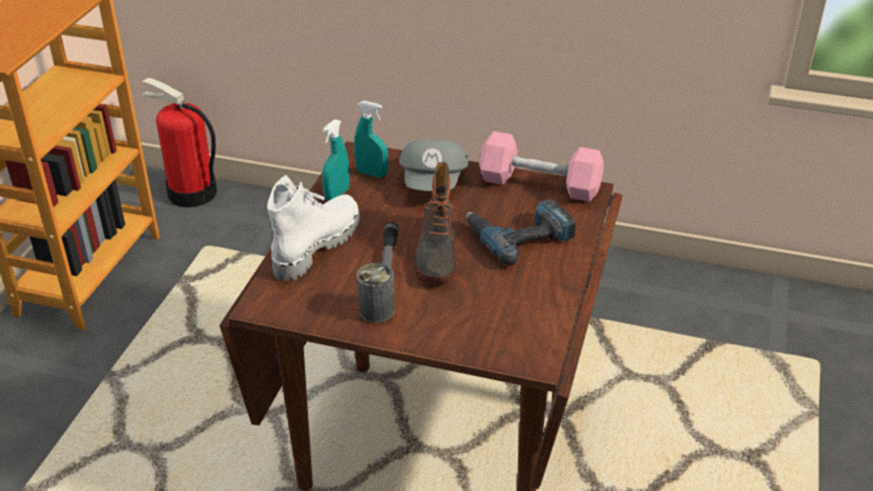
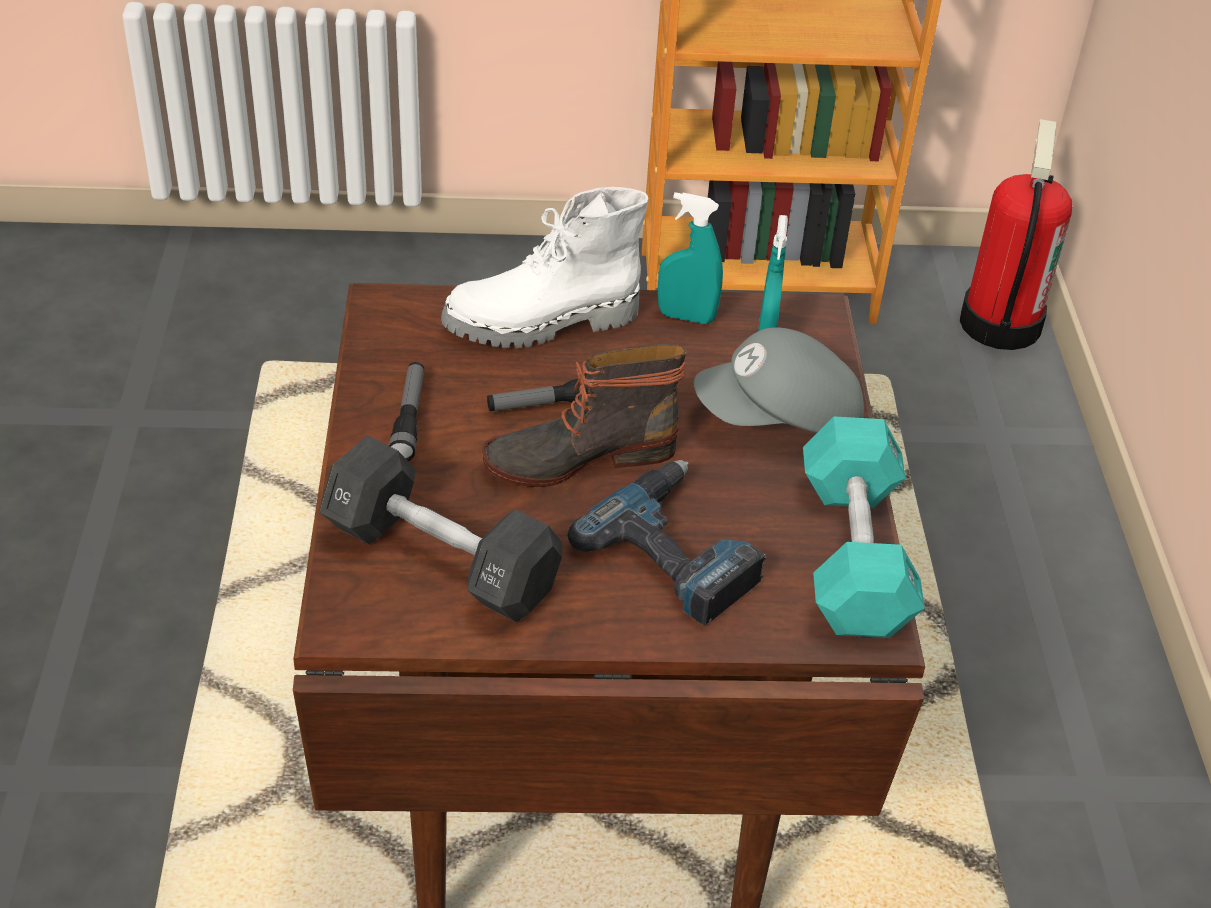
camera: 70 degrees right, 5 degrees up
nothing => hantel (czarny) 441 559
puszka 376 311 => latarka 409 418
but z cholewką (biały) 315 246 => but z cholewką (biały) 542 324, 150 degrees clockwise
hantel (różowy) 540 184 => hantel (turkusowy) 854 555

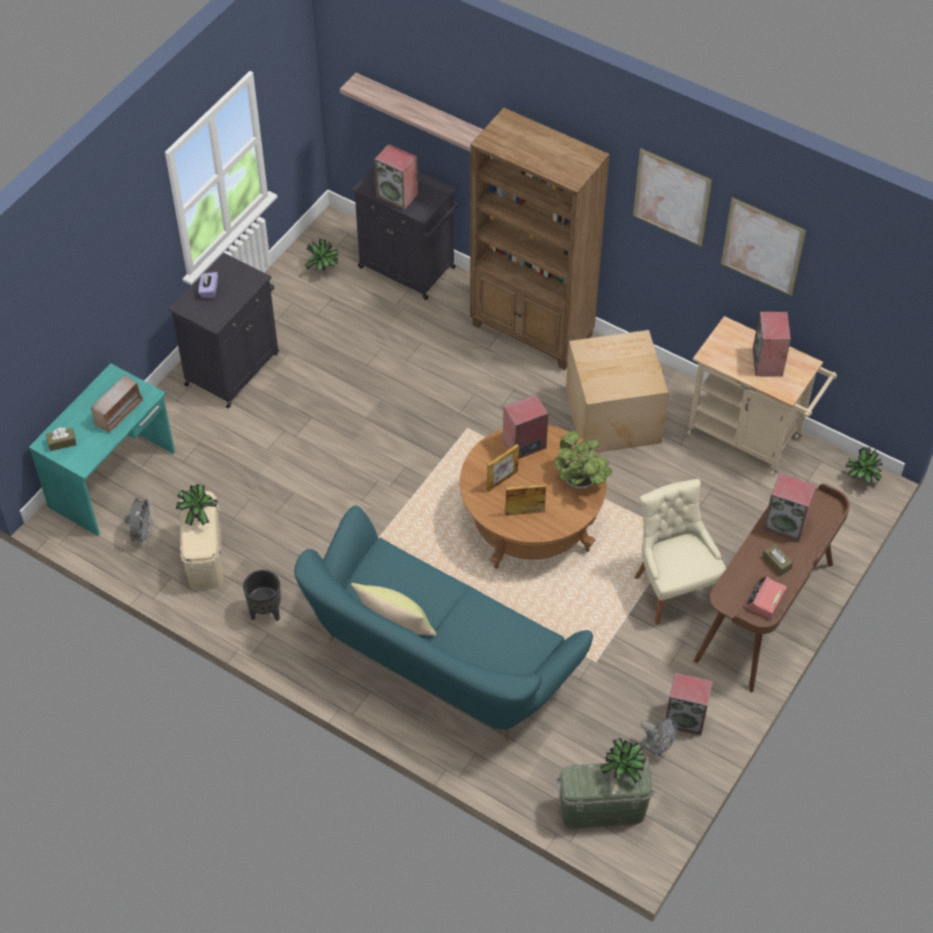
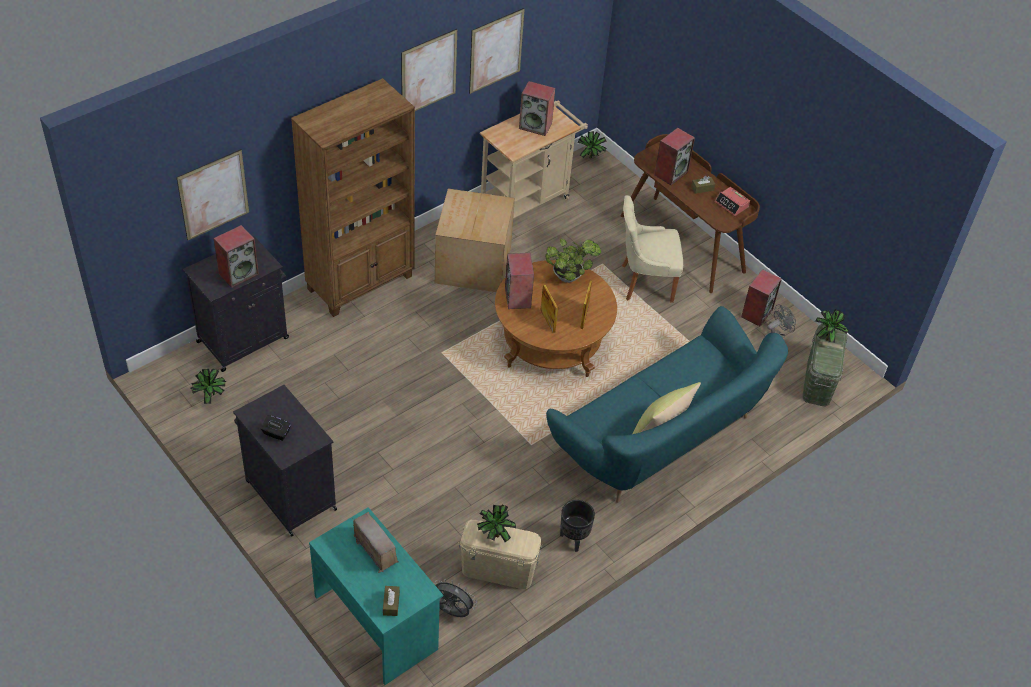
camera: 75 degrees left, 5 degrees down
półka 423 114 => obraz 213 195
pudełko chusteczek (fioletowy) 209 290 => pudełko chusteczek (czarny) 276 433

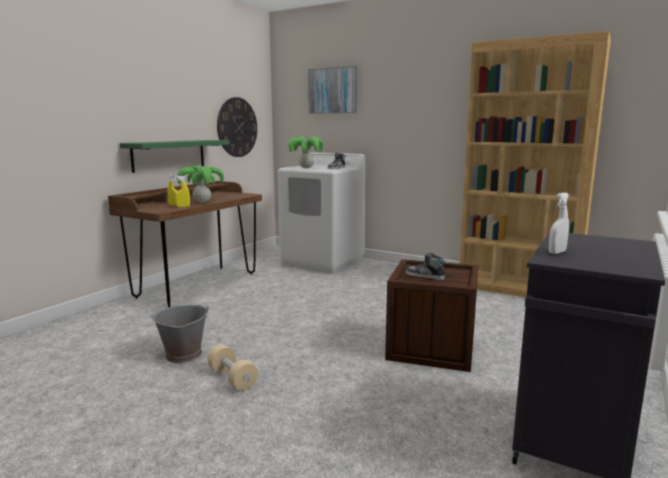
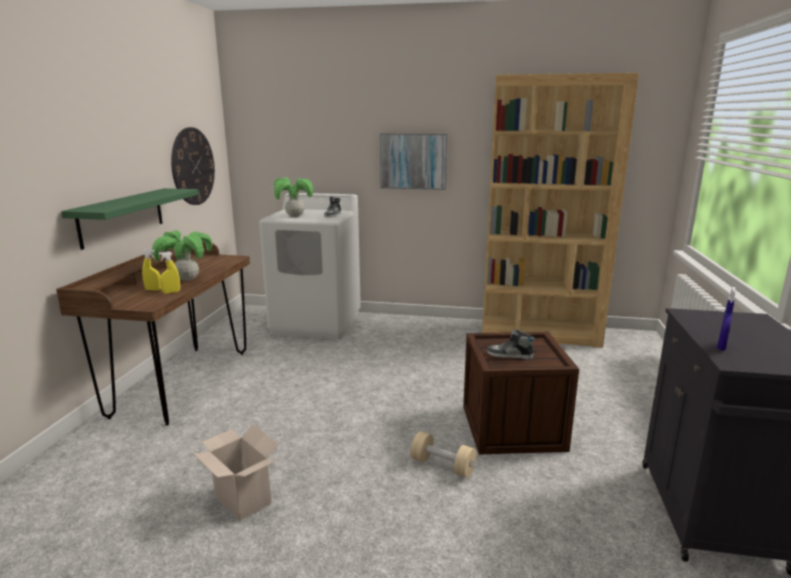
camera: 20 degrees left, 5 degrees up
wiadro (szary) 183 354 => karton 240 500
obraz 332 90 => obraz 413 161, move
hantel (beżowy) 232 378 => hantel (beżowy) 442 466, move
spryskiwacz (biały) 557 252 => spryskiwacz (niebieski) 721 347

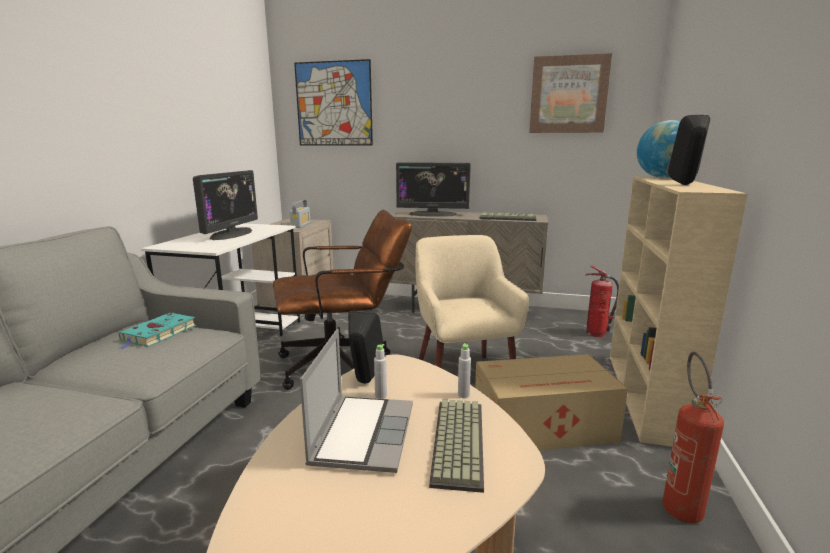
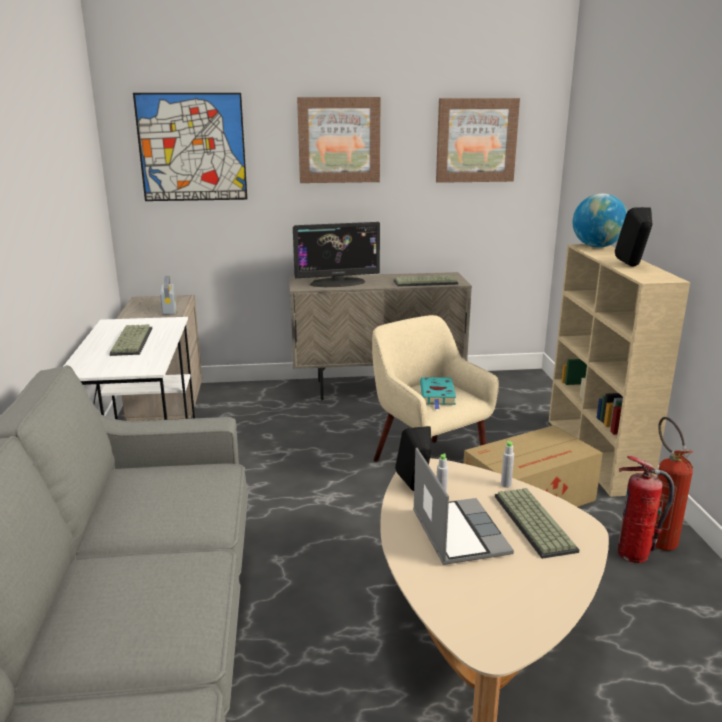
camera: 20 degrees left, 5 degrees up
monitor 231 234 => klawiatura 131 341
nothing => obraz 339 140
książka (turkusowy) 158 334 => książka (turkusowy) 437 395, move
gaśnica 596 333 => gaśnica 633 554, move
krzesło biurowe (brązowy) 343 364 => nothing

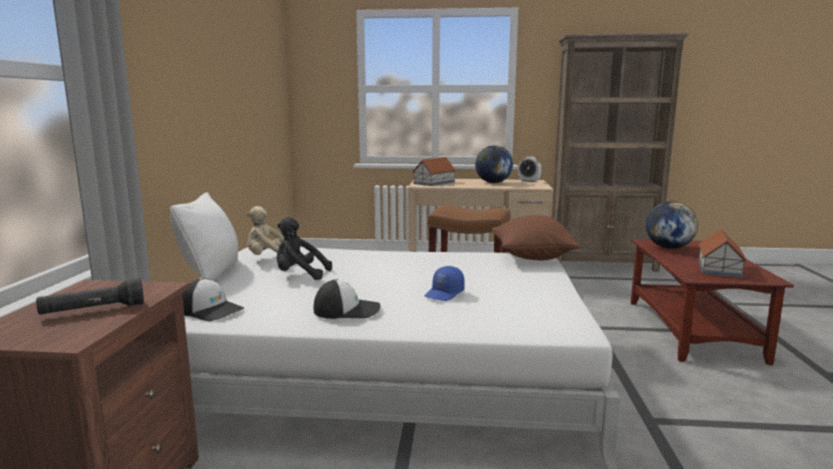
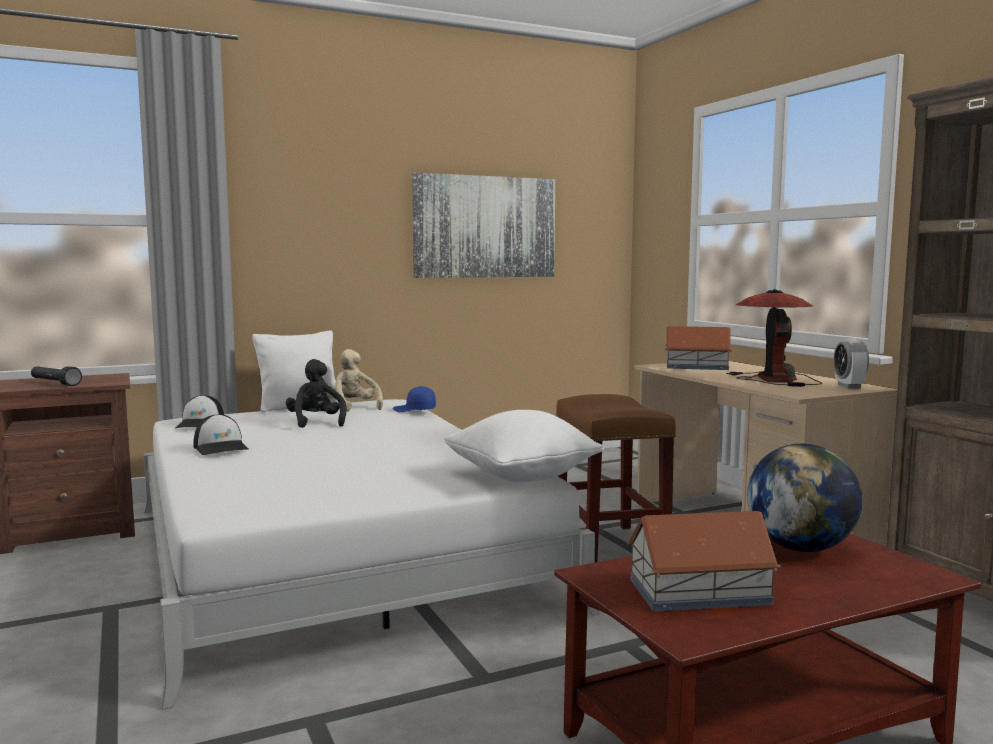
camera: 60 degrees right, 5 degrees down
czapka z daszkiem (niebieski) 445 294 => czapka z daszkiem (niebieski) 414 410, move
nothing => obraz 485 227
poduszka (brązowy) 532 258 => poduszka (biały) 521 476
globus 493 183 => lampa stołowa 775 378

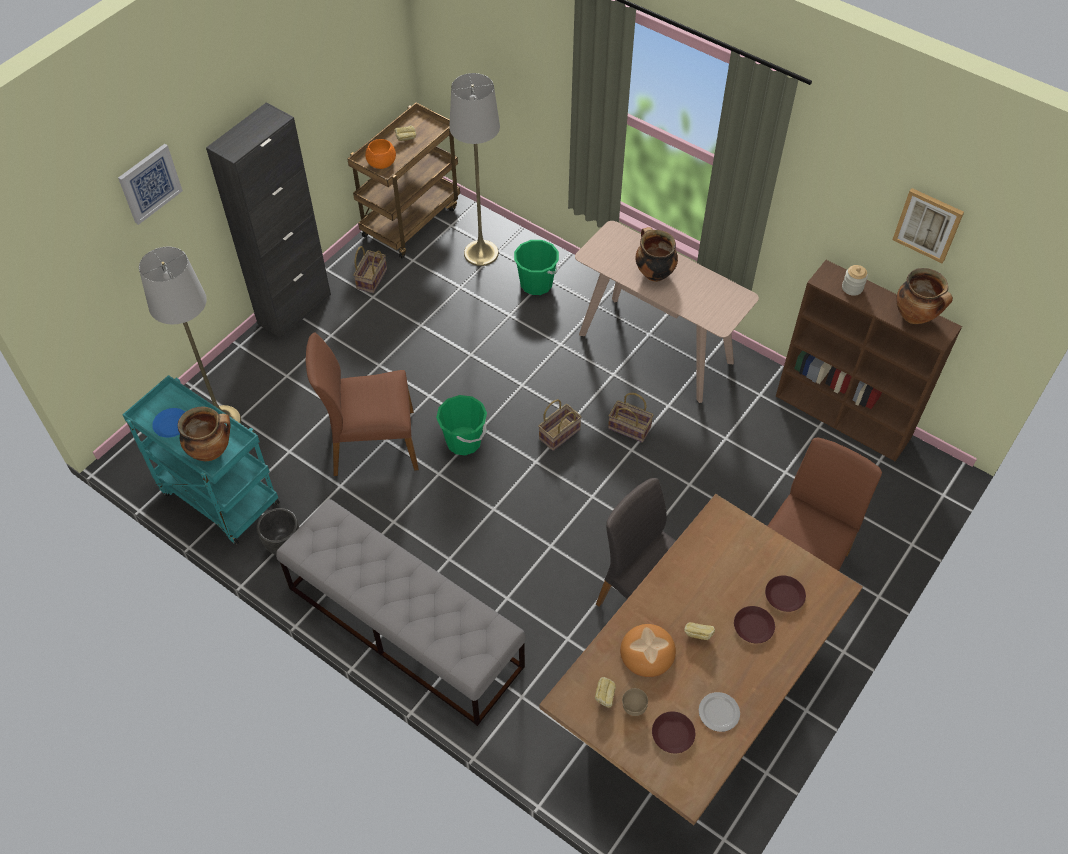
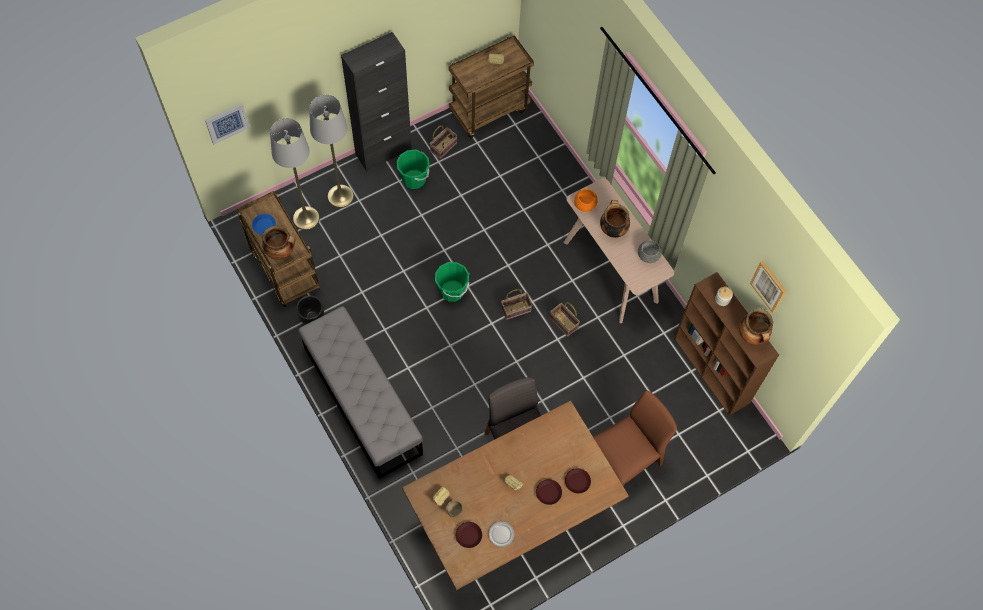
camera: 20 degrees right, 10 degrees up
obraz 149 183 => obraz 226 122, move
wózek (turkusowy) 217 497 => wózek (brązowy) 284 270
lampa stojąca (szary) 481 253 => lampa stojąca (szary) 340 196, move
wiadro (zielony) 536 284 => wiadro (zielony) 414 179, move
miska (pomarańczowy) 381 162 => miska (pomarańczowy) 584 204, move
nothing => miska (szary) 648 255
krzesło (brązowy) 372 443 => nothing
chleb 647 651 => nothing

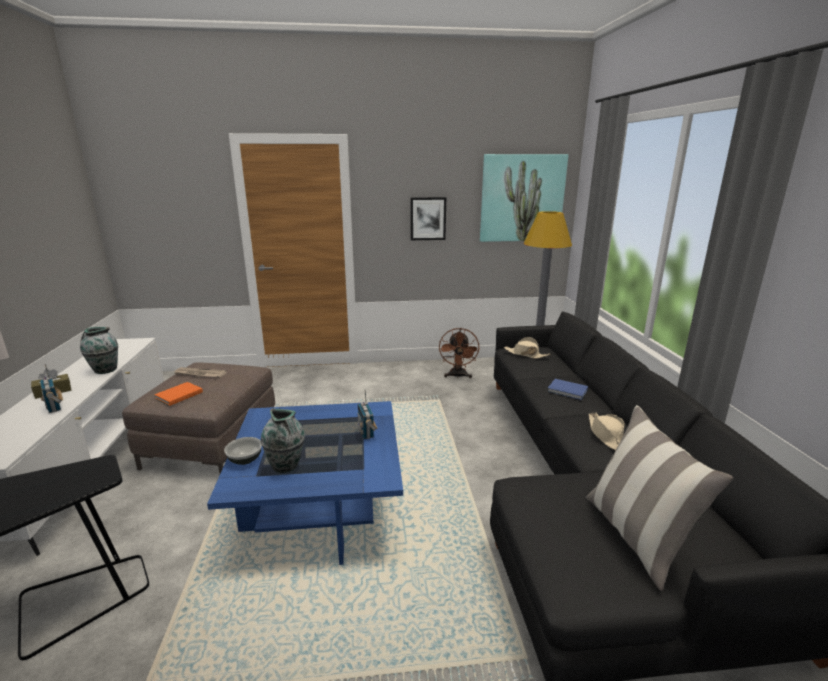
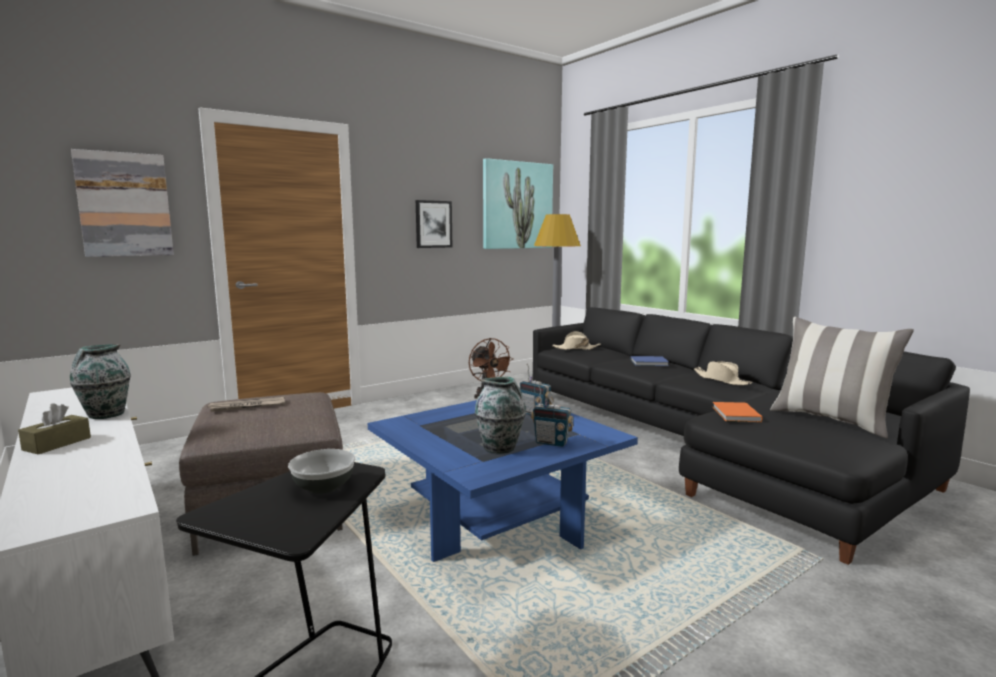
camera: 30 degrees left, 10 degrees down
nothing => obraz 124 205
miska 245 460 => miska 324 486, move
radio 55 408 => radio 551 443, move
książka (pomarańczowy) 178 395 => książka (pomarańczowy) 735 414, move

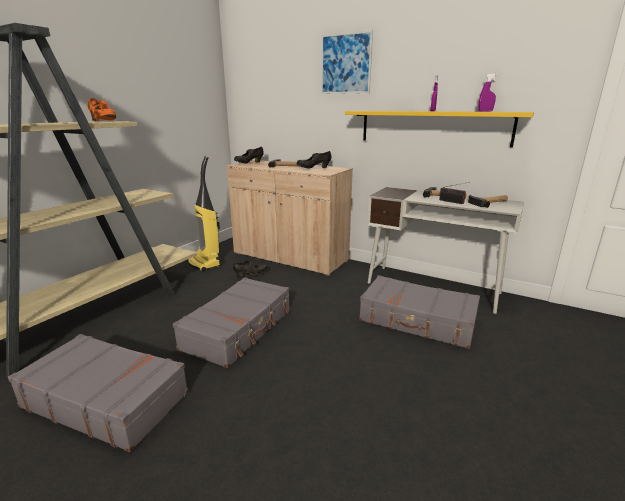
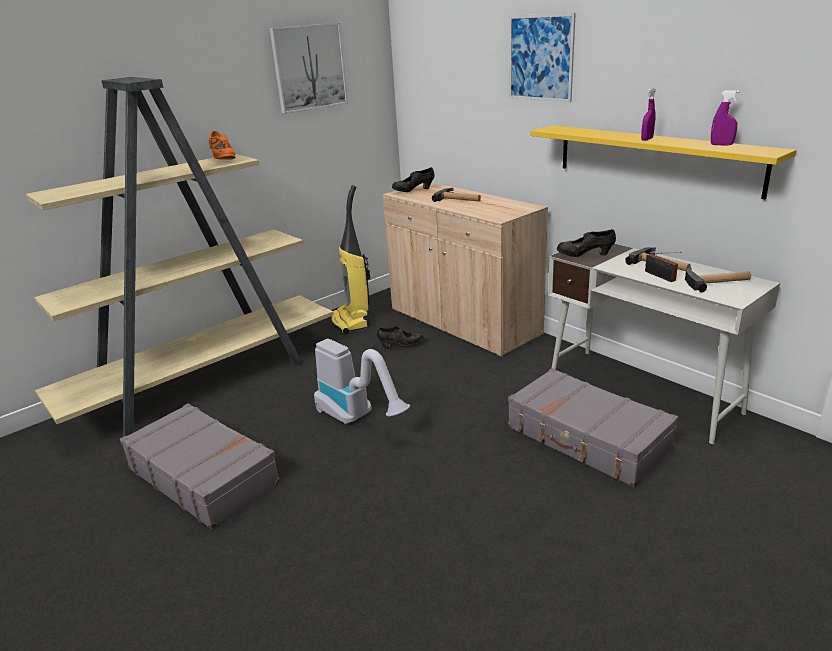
camera: 20 degrees right, 5 degrees up
nothing => obraz 309 67
walizka (szary) 239 329 => odkurzacz 358 418
but (czarny) 313 168 => but (czarny) 585 255, move

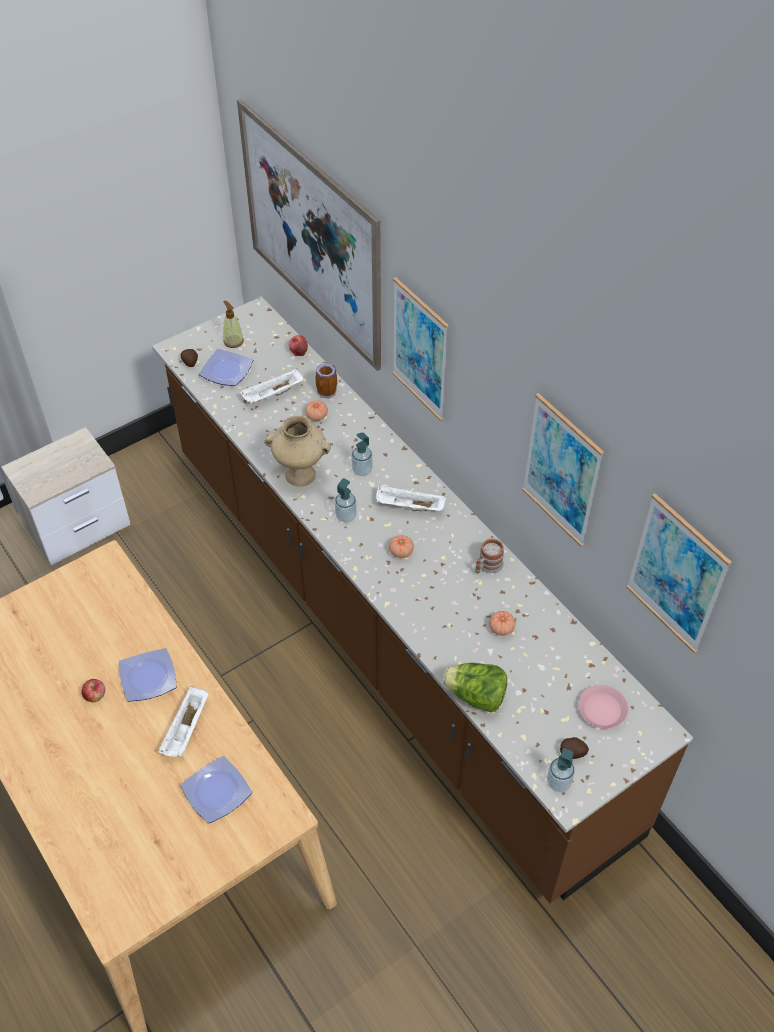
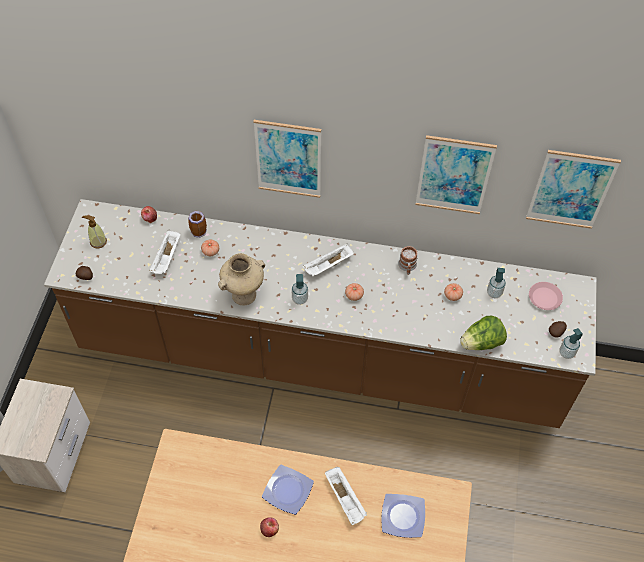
camera: 45 degrees left, 5 degrees up
dozownik mydła 362 470 => dozownik mydła 494 293, move
talerz 227 371 => nothing
obraz 311 235 => nothing

